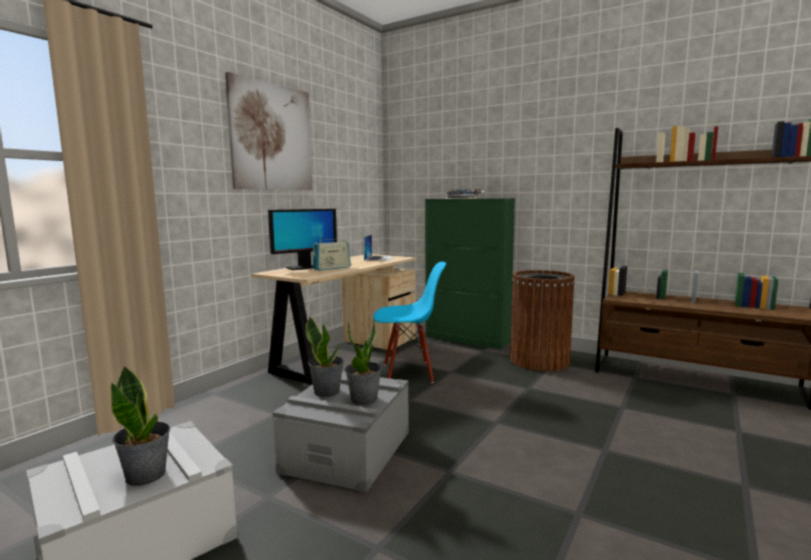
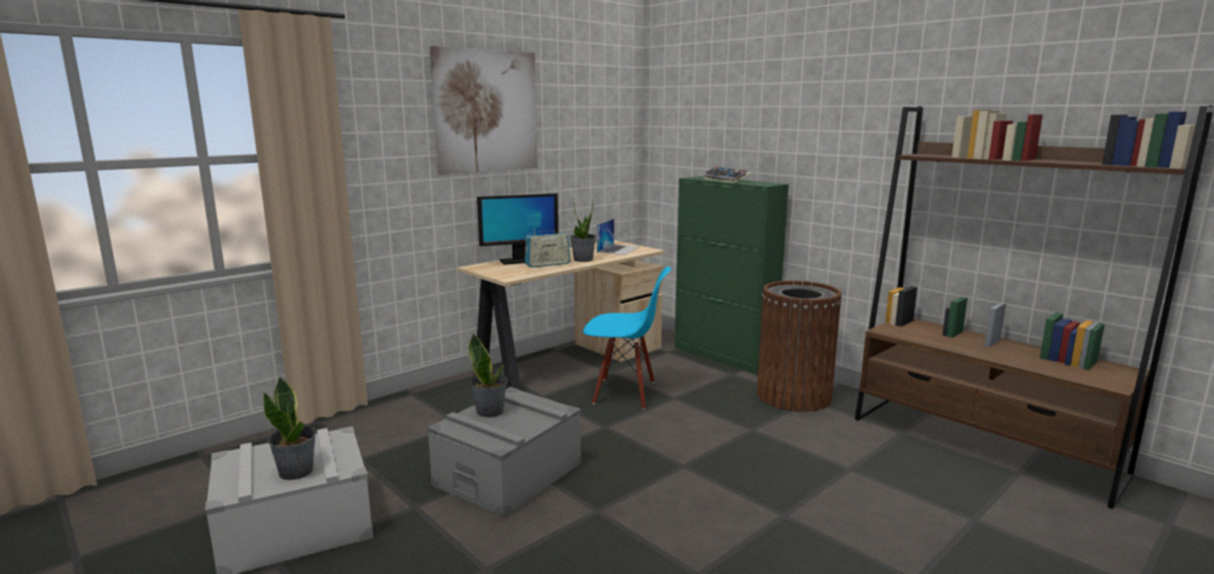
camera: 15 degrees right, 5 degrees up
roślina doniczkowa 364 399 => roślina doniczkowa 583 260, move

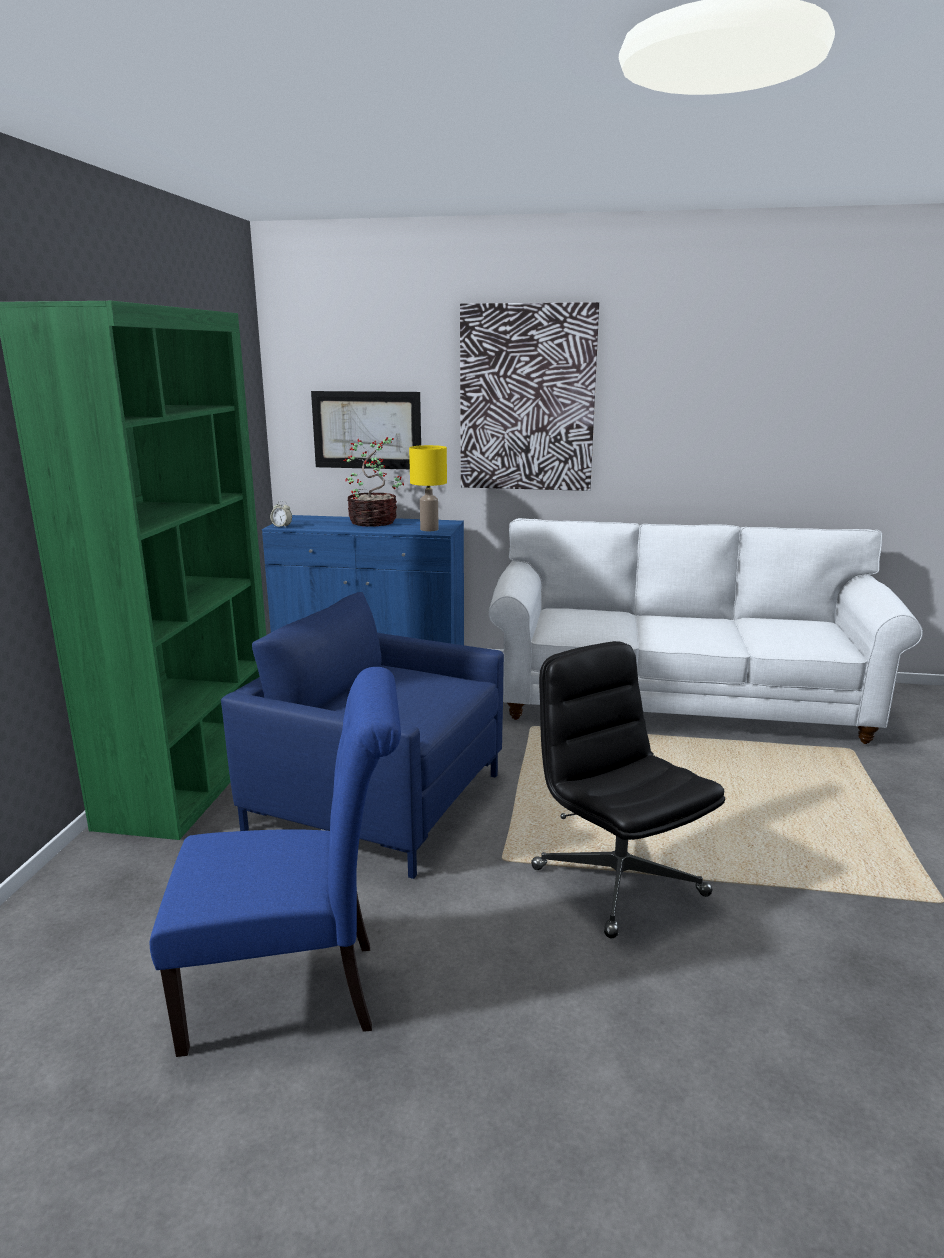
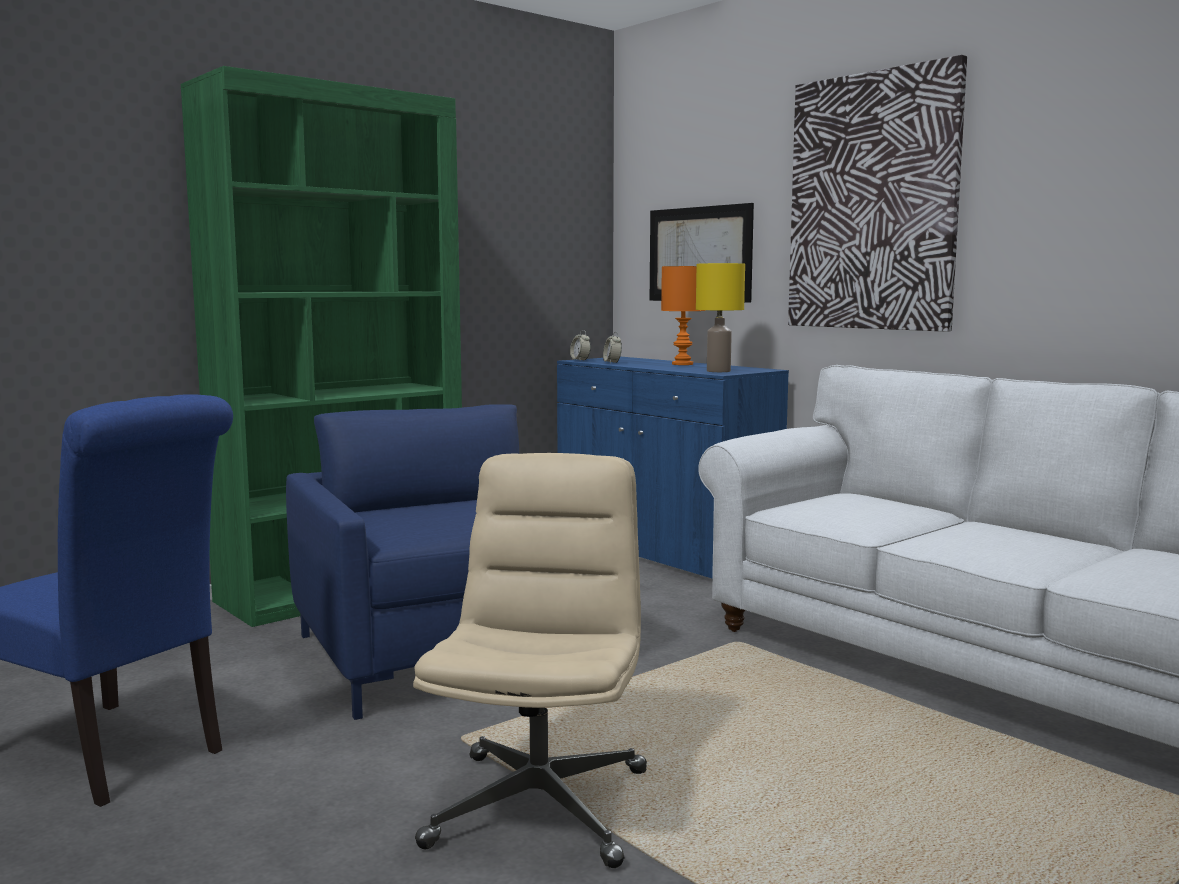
camera: 40 degrees right, 10 degrees down
krzesło biurowe (czarny) 617 880 => krzesło biurowe (beżowy) 539 806
nothing => budzik 612 362
roślina doniczkowa 374 522 => lampa stołowa (pomarańczowy) 682 364

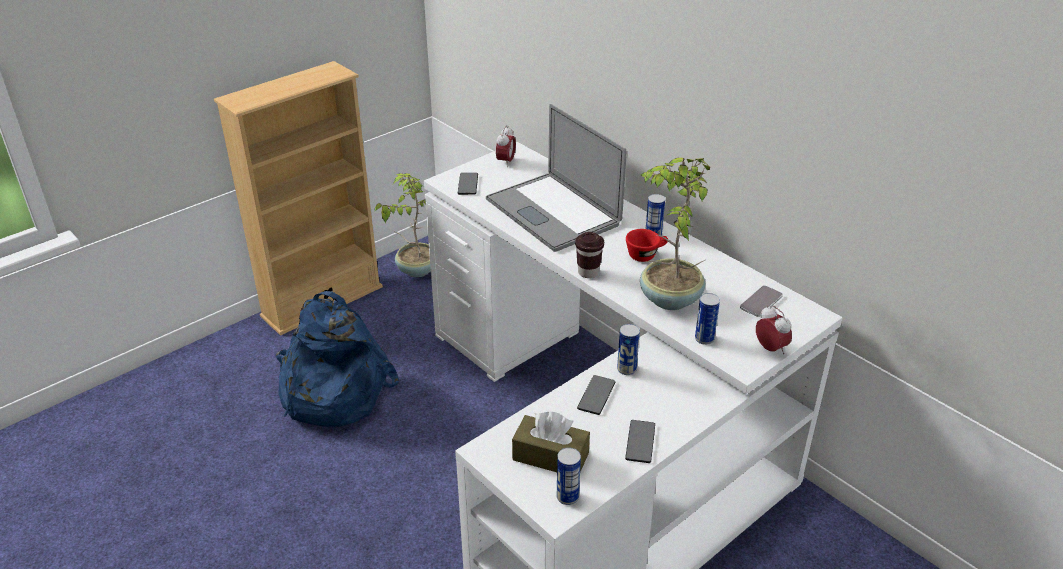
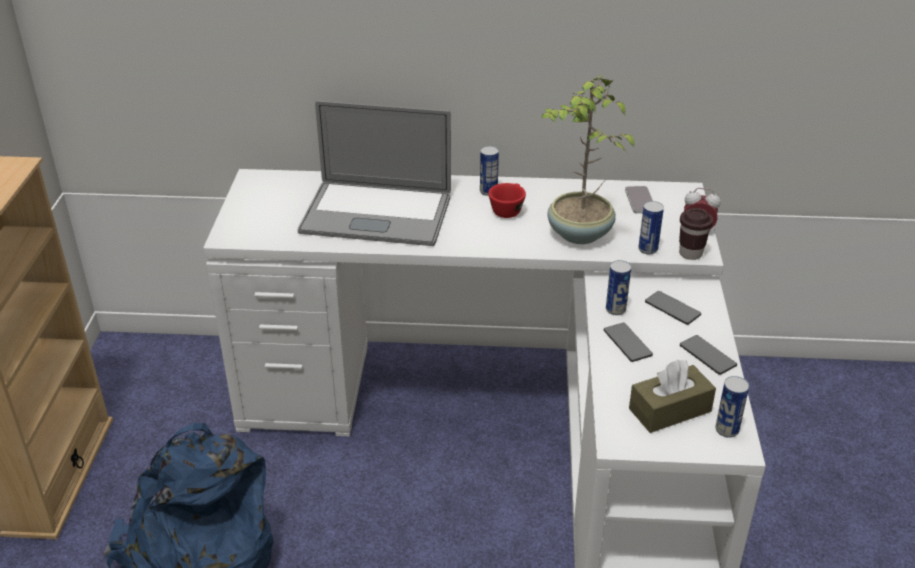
camera: 45 degrees left, 0 degrees up
telefon 468 184 => telefon 672 308, move
filiżanka (brązowy) 588 272 => filiżanka (brązowy) 690 253, move
roślina doniczkowa 417 269 => nothing
budzik 506 162 => nothing

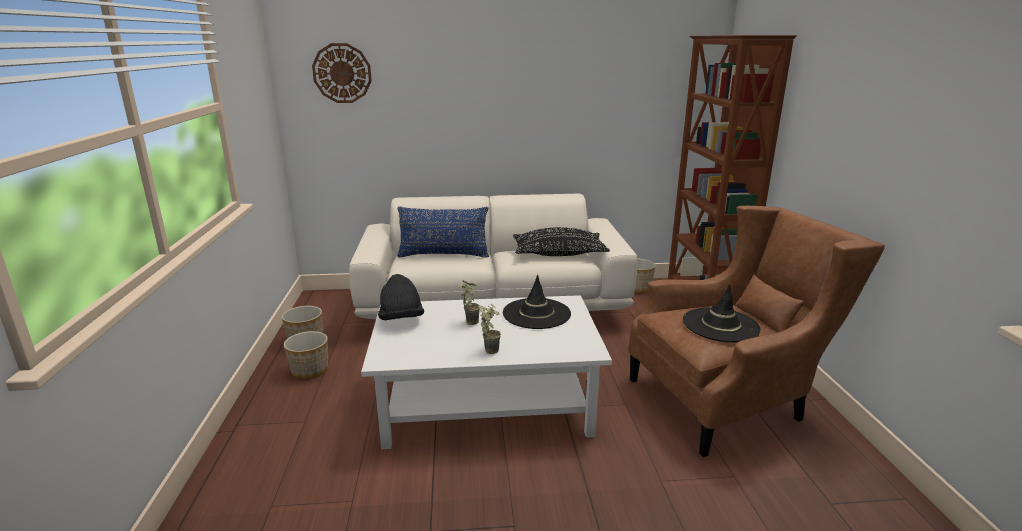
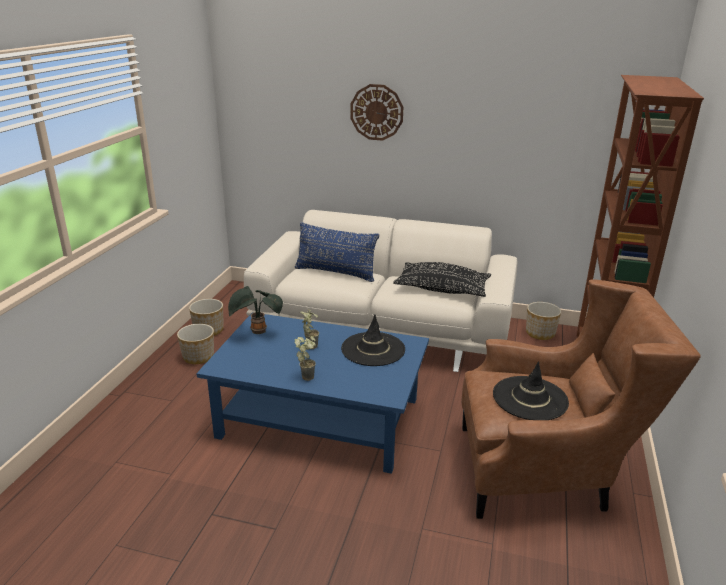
camera: 20 degrees right, 5 degrees up
ława (biały) 486 401 => ława (niebieski) 320 417
kapelusz (czarny) 401 319 => roślina doniczkowa 257 332
zegar ścienny 342 73 => zegar ścienny 376 112, move

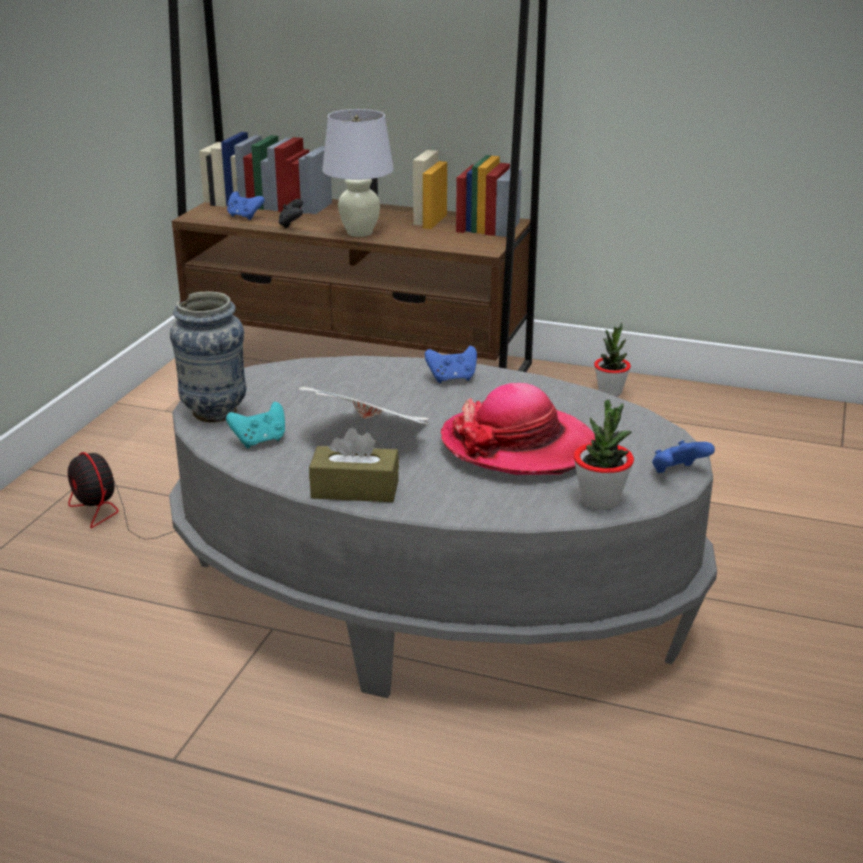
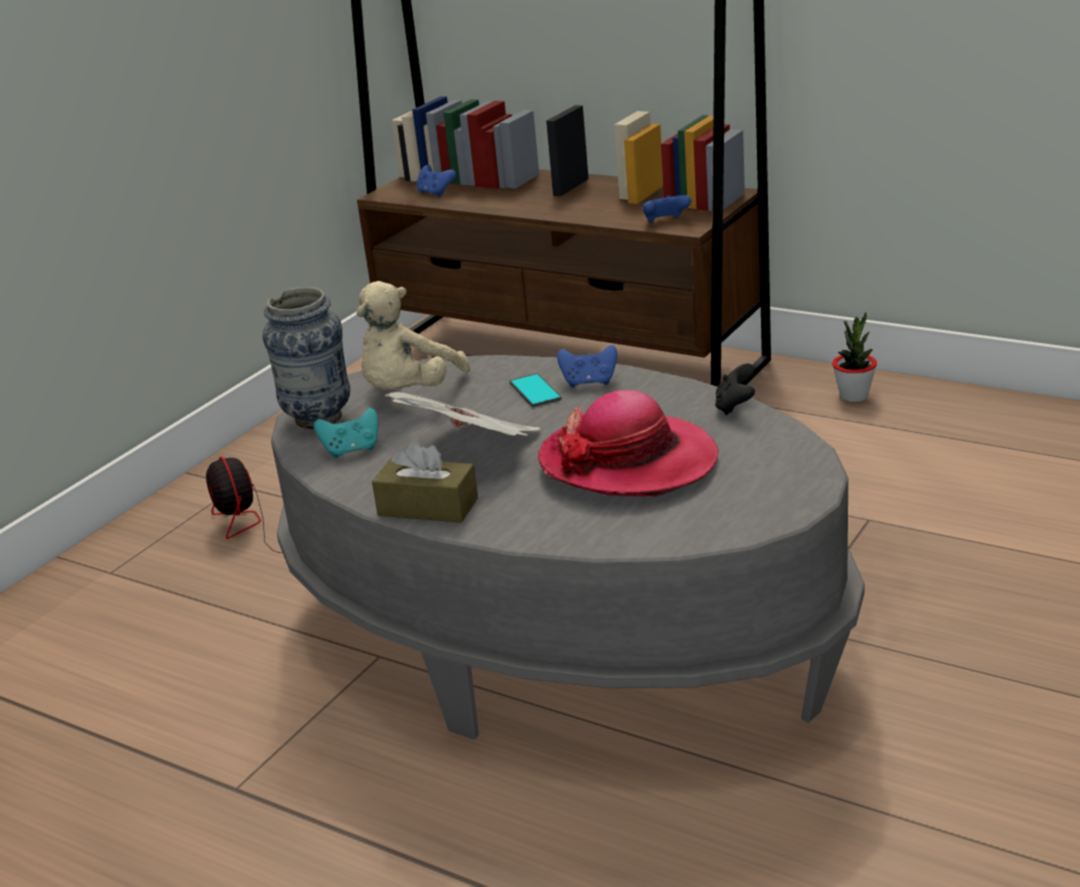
camera: 15 degrees right, 0 degrees up
nothing => pluszak (beżowy) 409 393
nothing => telefon 535 391
pad do gier (niebieski) 677 473 => pad do gier (niebieski) 665 222, move
pad do gier (czarny) 291 225 => pad do gier (czarny) 735 407, move
lampa stołowa (biały) 360 232 => nothing
roślina doniczkowa 600 501 => nothing

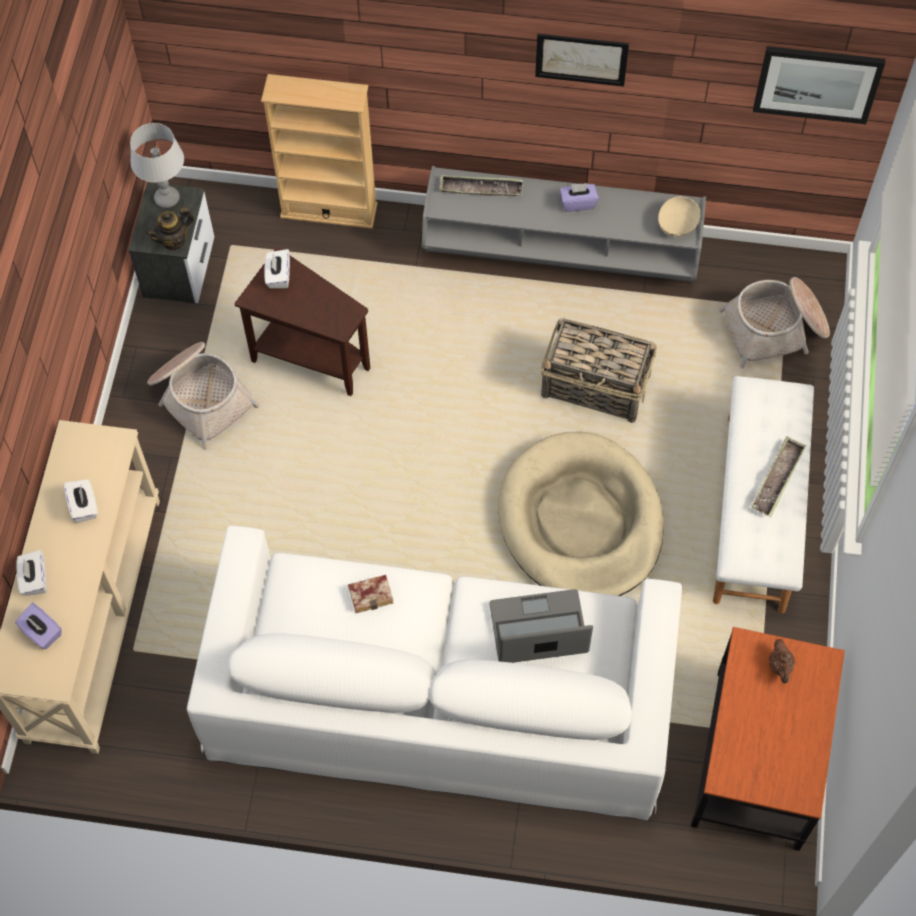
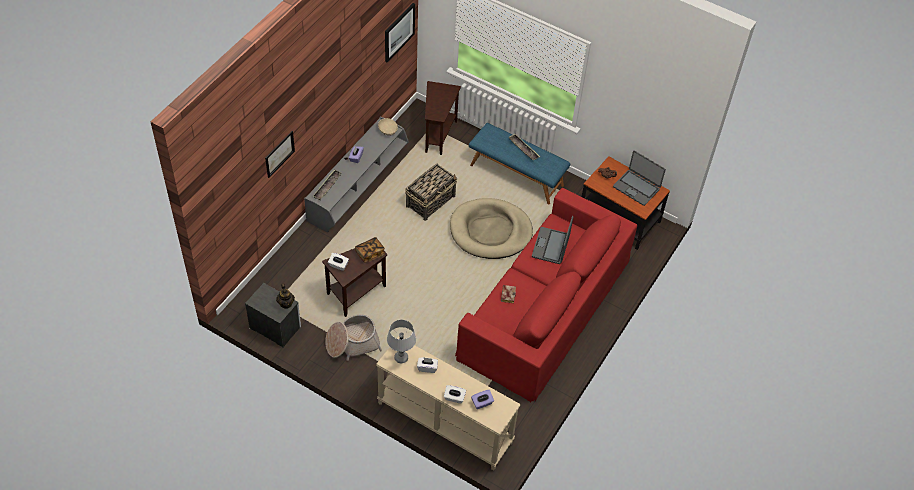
camera: 70 degrees left, 10 degrees down
obraz 581 59 => obraz 279 154, move
nothing => książka 370 253
lampa stołowa (szary) 167 198 => lampa stołowa (szary) 401 358, move
koszyk 775 329 => stolik (brązowy) 438 134
kanapa (biały) 439 695 => kanapa (czerwony) 544 308
ławka (biały) 757 512 => ławka (niebieski) 517 175
nothing => laptop 636 187
regał (beżowy) 329 210 => nothing

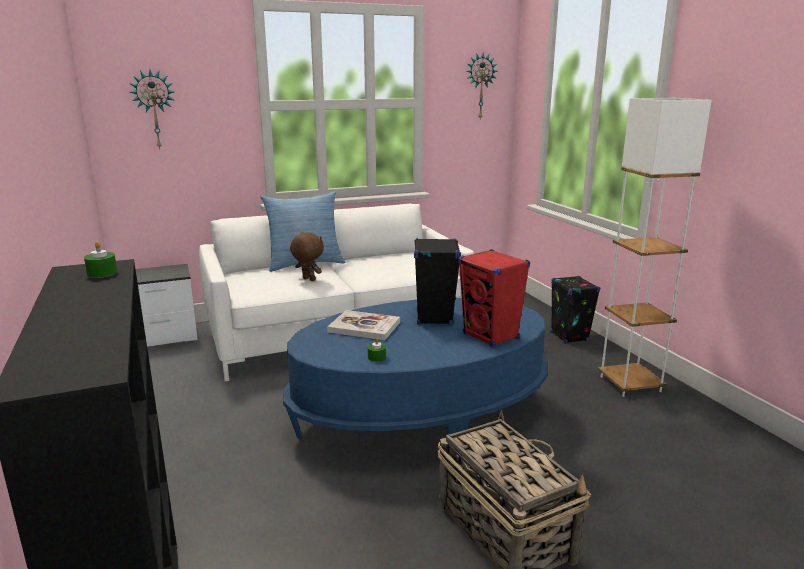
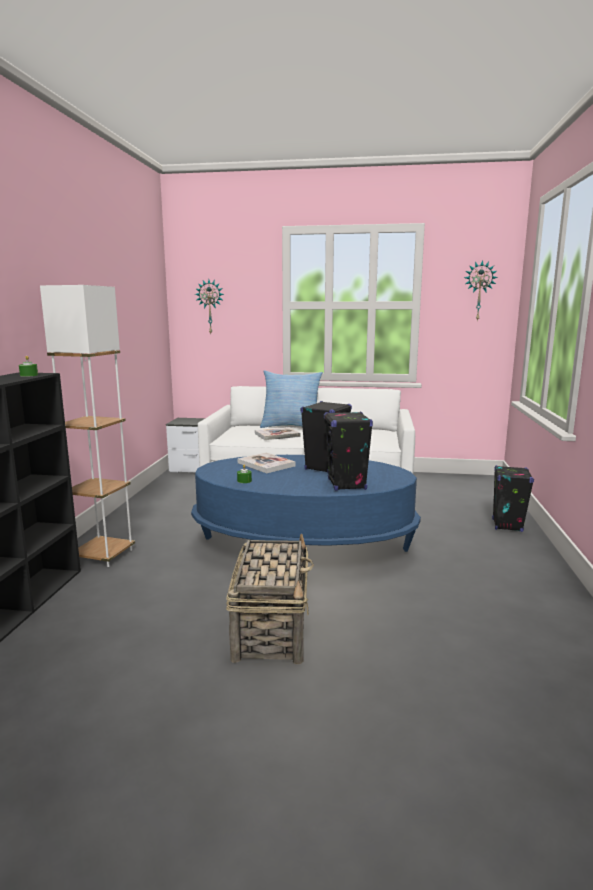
camera: 30 degrees right, 5 degrees down
lampa stojąca (biały) 630 384 => lampa stojąca (biały) 103 555, move
pluszak (brązowy) 308 280 => książka 277 435
głośnik (czerwony) 491 336 => głośnik (czarny) 347 485

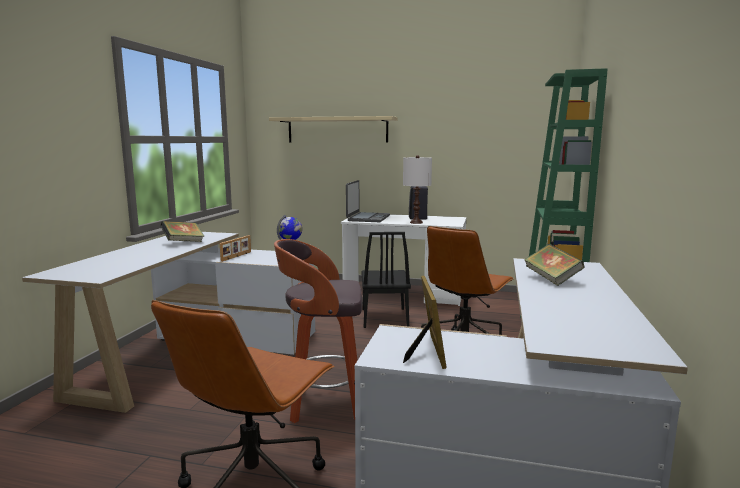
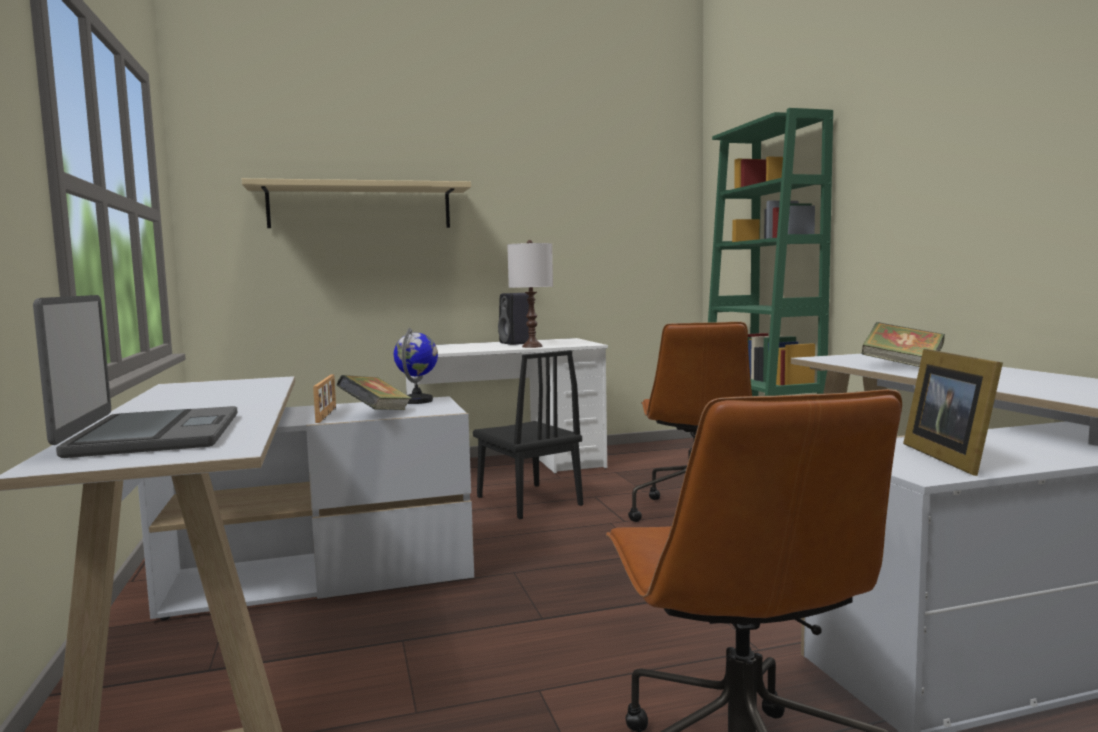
camera: 30 degrees left, 5 degrees down
laptop 368 218 => laptop 153 435, move
książka 183 242 => książka 376 414, move
ramka na zdjęcie 427 352 => ramka na zdjęcie 951 457, 150 degrees counterclockwise
stołek 324 405 => nothing

